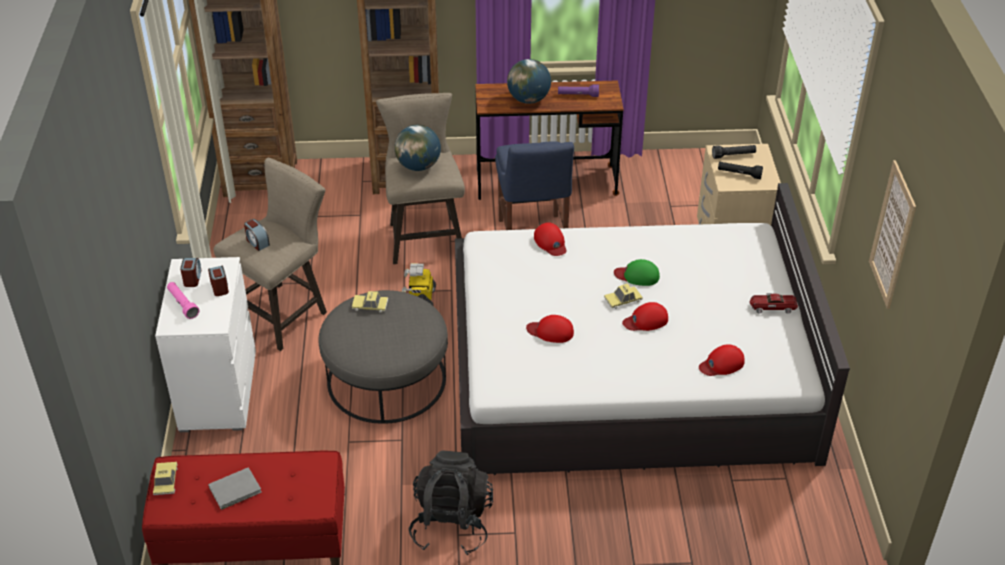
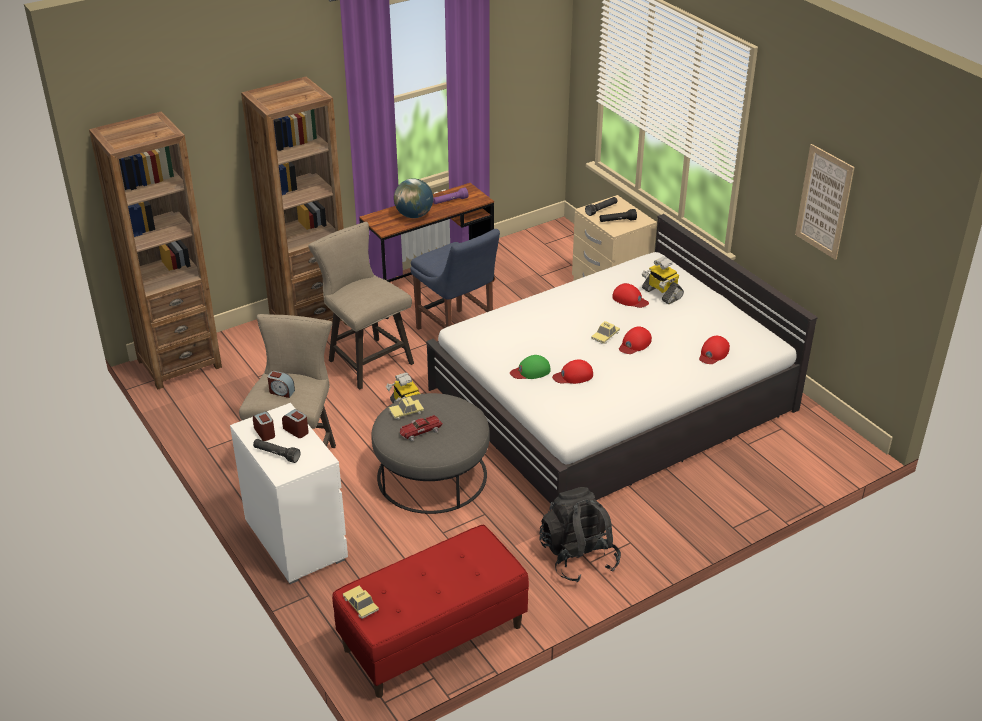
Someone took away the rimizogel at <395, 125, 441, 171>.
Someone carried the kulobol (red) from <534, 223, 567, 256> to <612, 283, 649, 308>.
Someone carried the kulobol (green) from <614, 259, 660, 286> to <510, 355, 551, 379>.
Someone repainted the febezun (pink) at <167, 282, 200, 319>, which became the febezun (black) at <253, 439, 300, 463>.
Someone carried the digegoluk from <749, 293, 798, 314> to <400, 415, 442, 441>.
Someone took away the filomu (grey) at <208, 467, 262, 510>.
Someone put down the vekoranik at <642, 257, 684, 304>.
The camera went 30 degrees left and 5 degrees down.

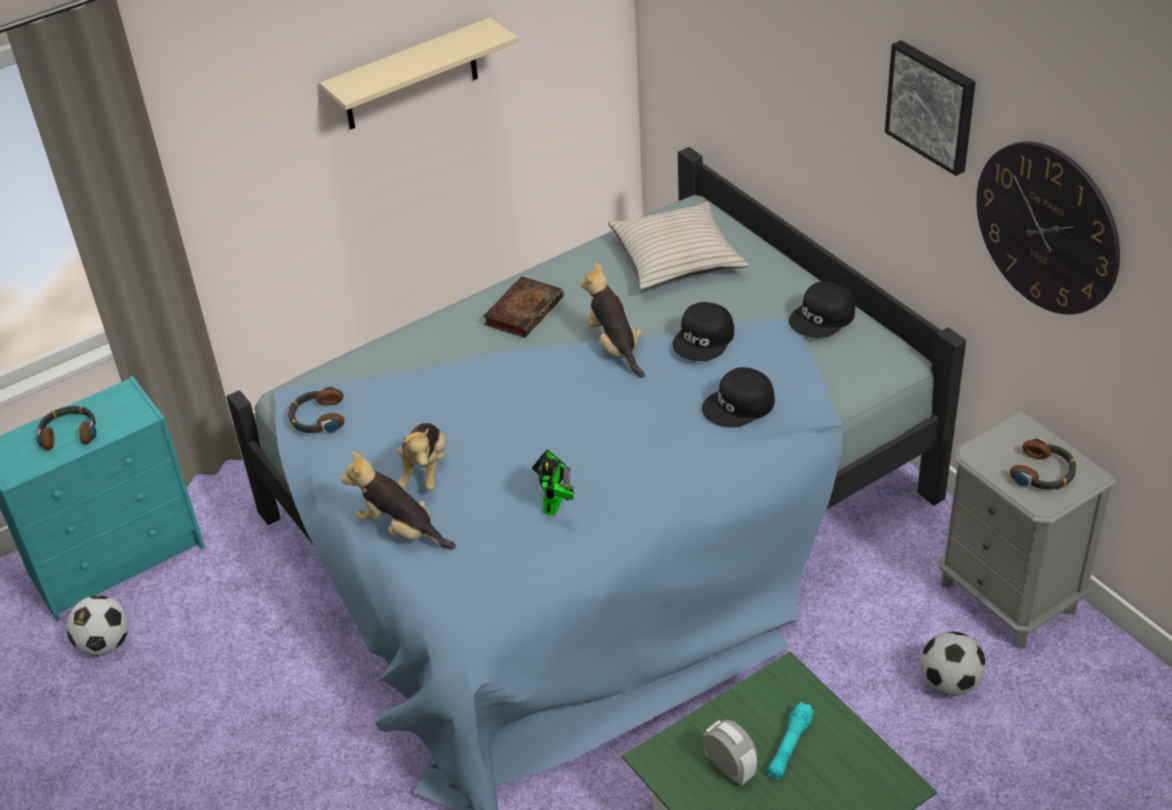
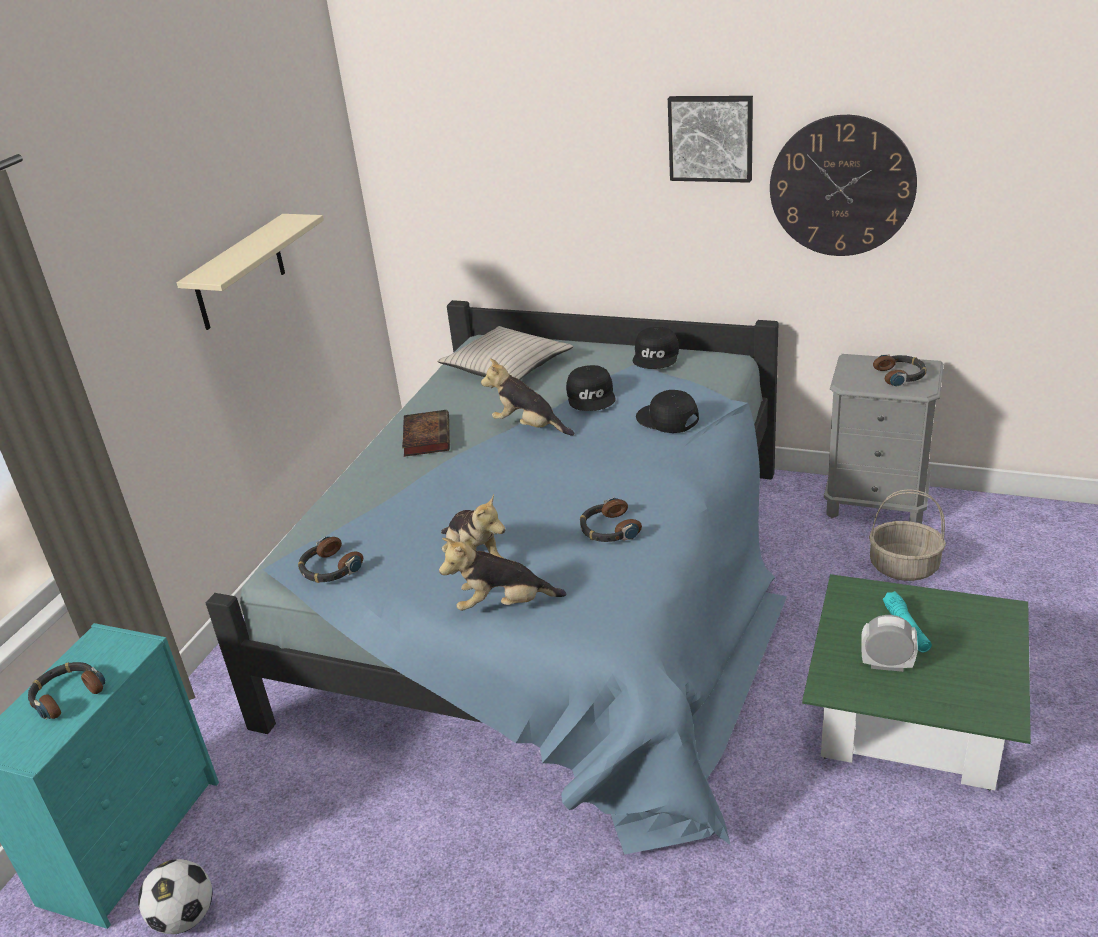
Someone rotated the kulobol (black) at <702, 367, 775, 428> by 105 degrees clockwise.
Someone swapped the vekoranik at <532, 450, 575, 516> for the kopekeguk at <580, 497, 642, 542>.
Someone swapped the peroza at <921, 631, 986, 696> for the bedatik at <869, 489, 946, 581>.
The camera went 35 degrees left and 10 degrees down.

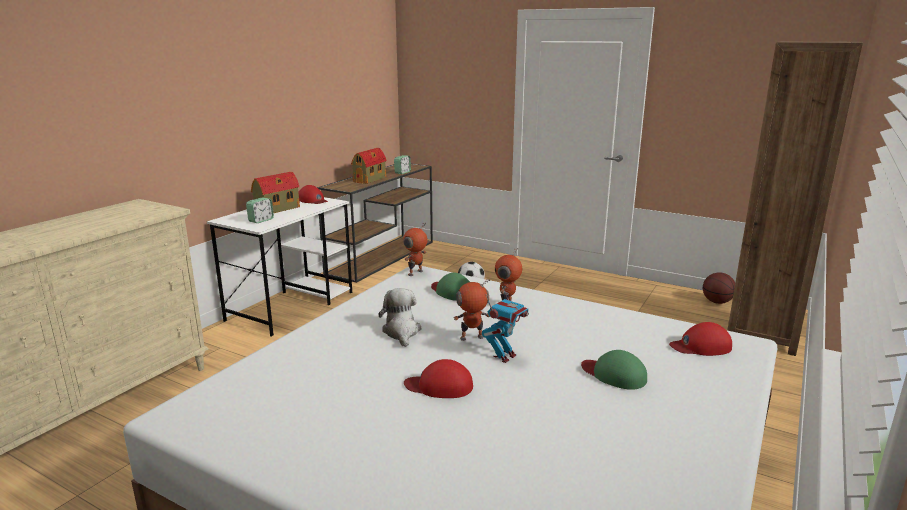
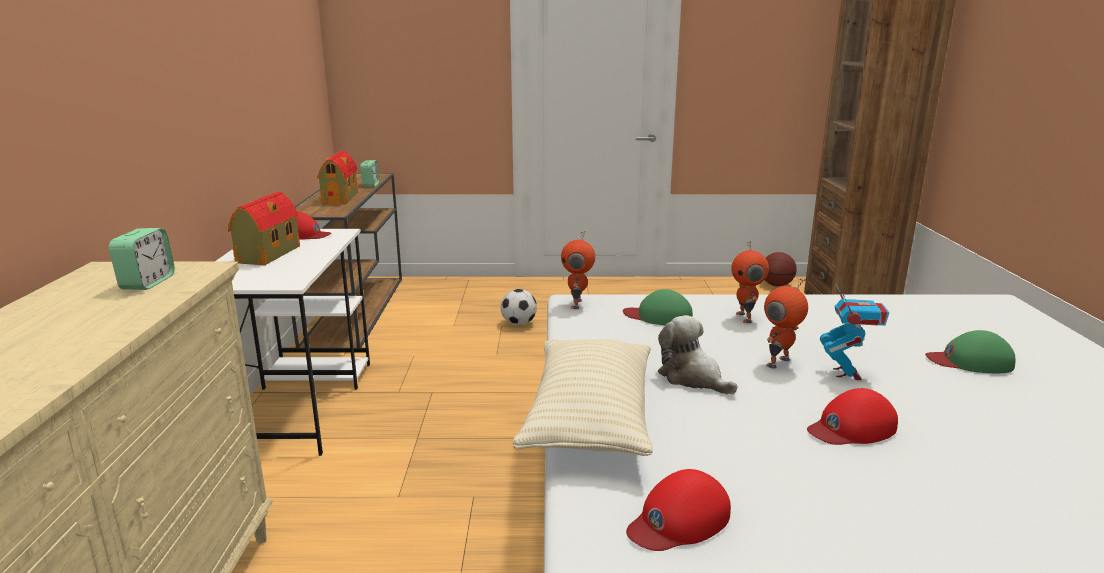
Someone carried the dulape from <246, 197, 274, 223> to <109, 228, 175, 290>.
Someone carried the kulobol (red) from <669, 322, 732, 356> to <626, 469, 731, 551>.
Someone put down the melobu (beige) at <513, 339, 653, 456>.
The camera went 30 degrees left and 0 degrees up.

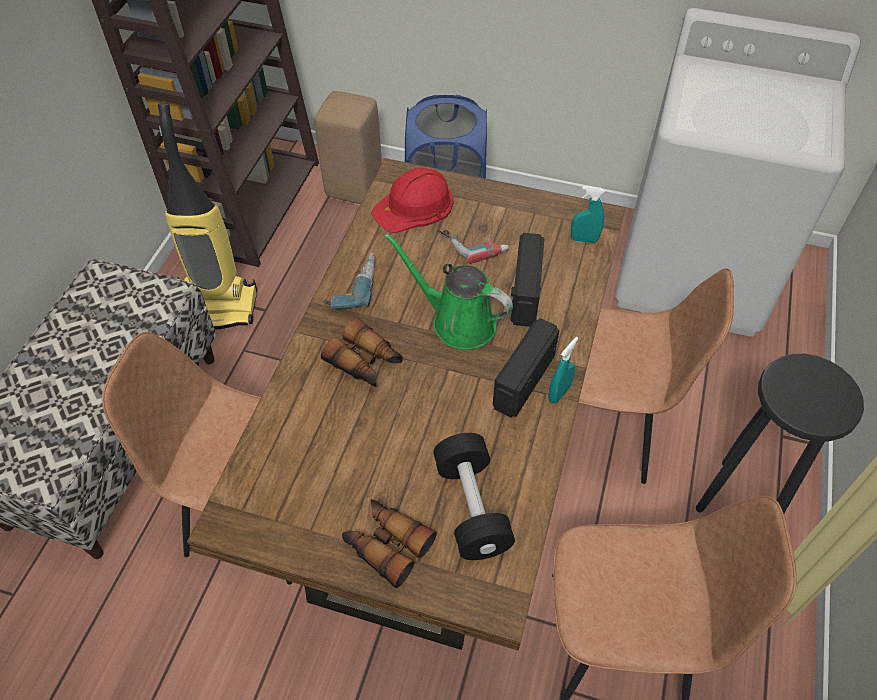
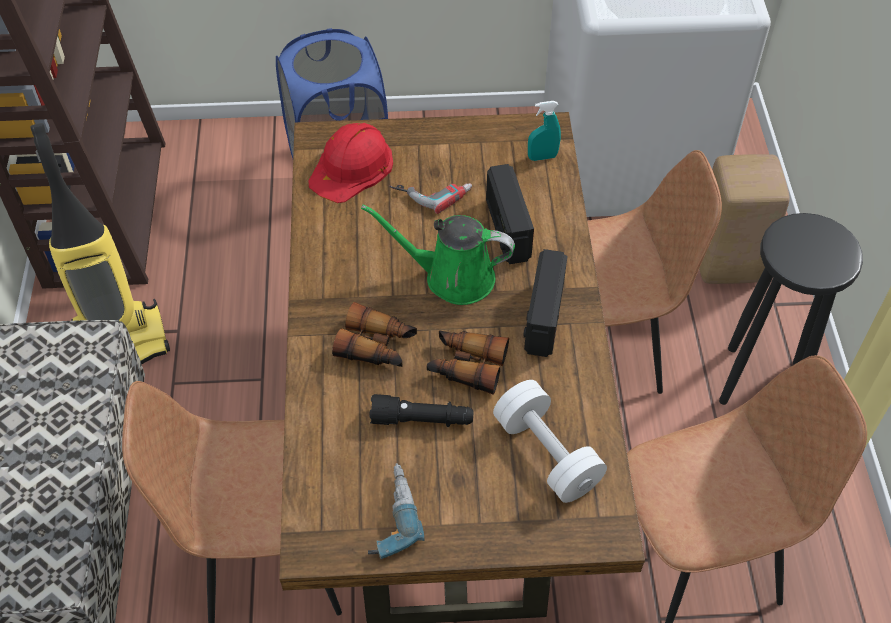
Someone carried the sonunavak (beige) from <315, 91, 382, 204> to <699, 154, 790, 284>.
Someone carried the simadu from <323, 253, 375, 309> to <368, 463, 425, 559>.
Someone took away the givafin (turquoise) at <548, 337, 579, 403>.
Someone repainted the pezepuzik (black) at <433, 433, 515, 560>, which became the pezepuzik (white) at <493, 380, 607, 503>.
Someone carried the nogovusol from <342, 499, 437, 588> to <427, 330, 509, 395>.
Someone put down the febezun (black) at <369, 394, 474, 427>.
The camera went 20 degrees left and 0 degrees up.

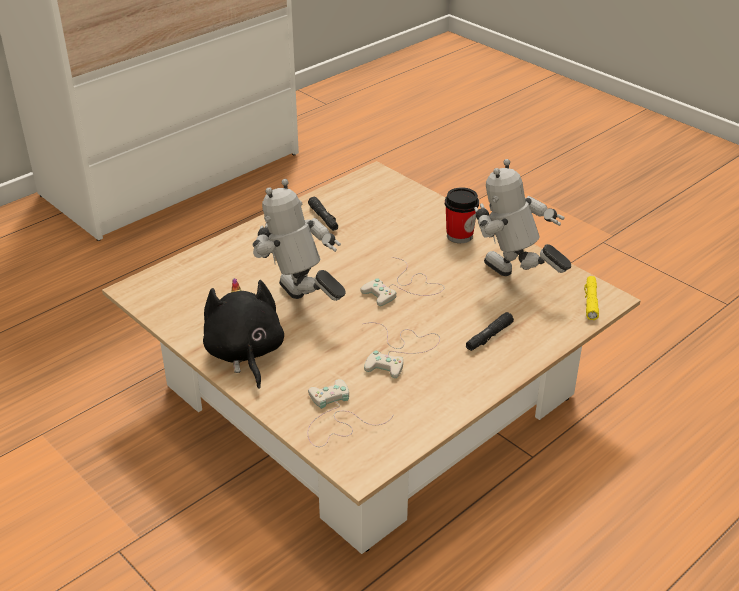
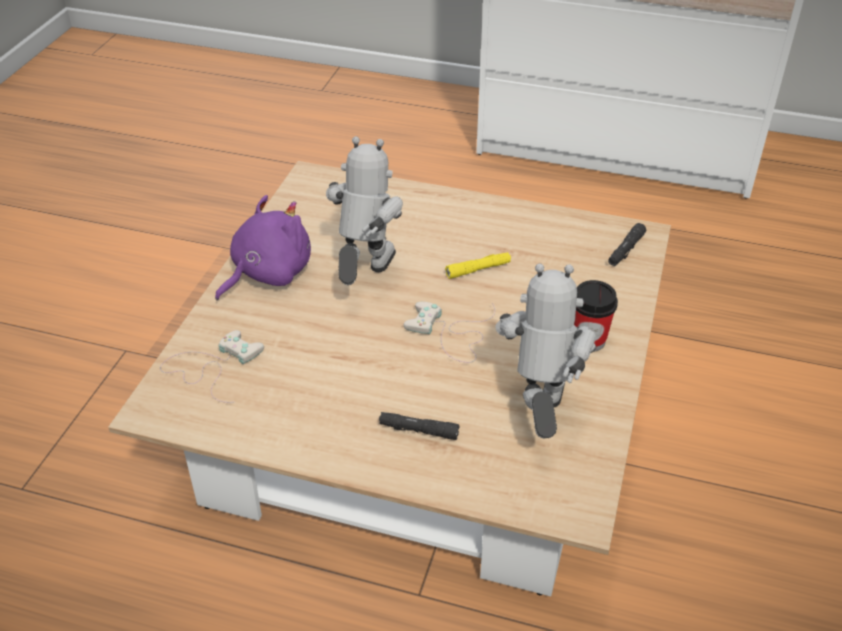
Someone carried the febezun (black) from <308, 197, 338, 231> to <608, 223, 646, 266>.
Someone carried the febezun (yellow) from <584, 276, 599, 320> to <445, 252, 511, 279>.
Someone repainted the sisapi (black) at <203, 278, 284, 389>, which became the sisapi (purple) at <215, 195, 311, 300>.
Someone took away the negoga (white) at <363, 322, 440, 378>.
The camera went 60 degrees right and 5 degrees up.

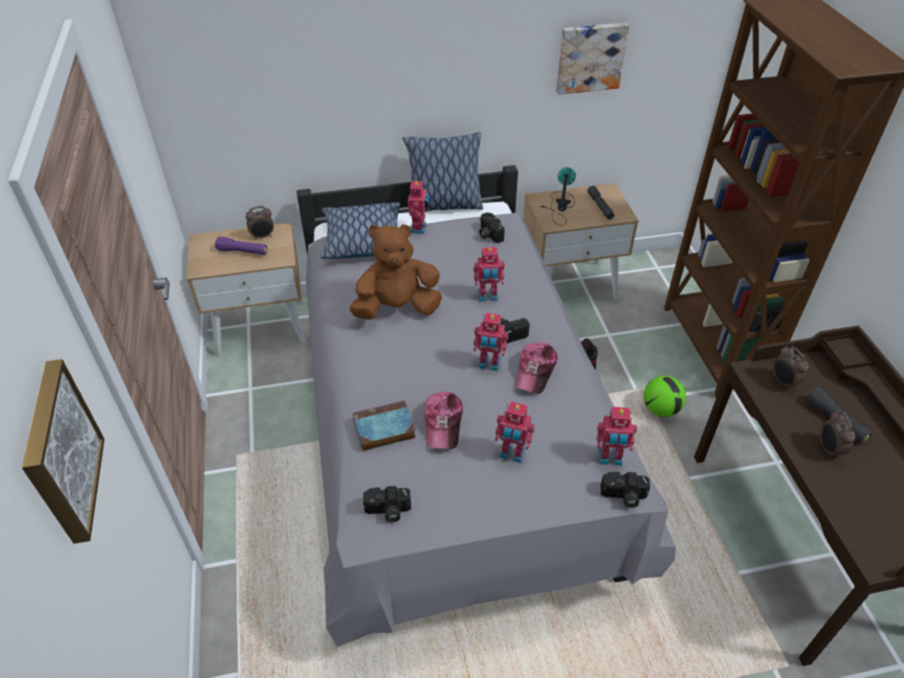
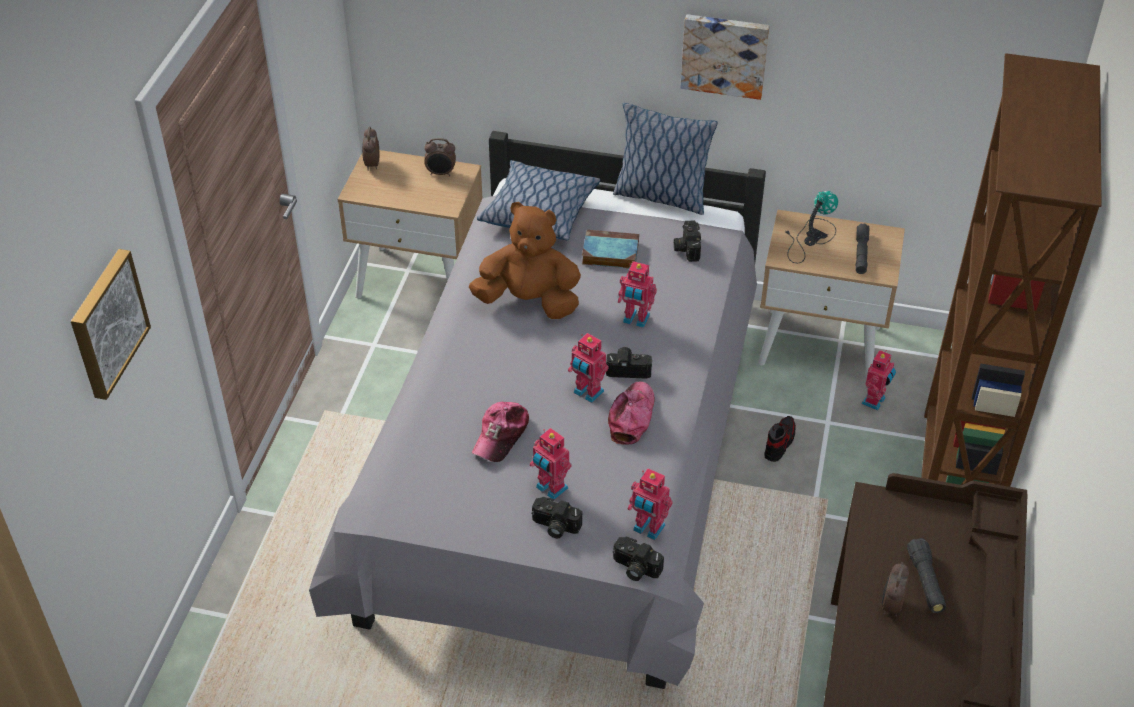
Someone carried the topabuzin from <556, 23, 629, 95> to <680, 14, 770, 100>.
Someone carried the vekoranik from <408, 179, 430, 234> to <861, 350, 896, 411>.
Someone took away the febezun (purple) at <215, 236, 267, 255>.
Someone rotated the kulobol at <515, 343, 557, 394> by 150 degrees clockwise.
Someone carried the dulape from <772, 346, 809, 390> to <362, 127, 379, 171>.
Someone took away the peroza at <644, 376, 686, 417>.
Someone carried the filomu from <353, 401, 416, 451> to <582, 230, 639, 268>.
Someone carried the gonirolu from <363, 486, 411, 522> to <532, 497, 582, 538>.
The camera went 25 degrees right and 0 degrees up.

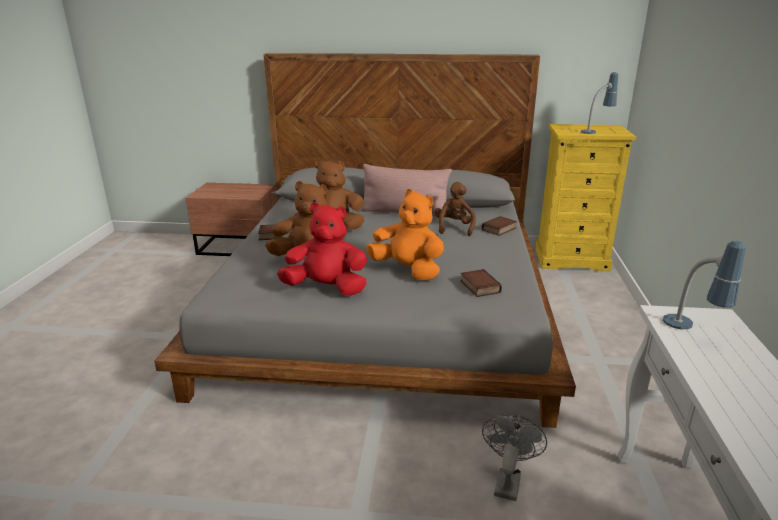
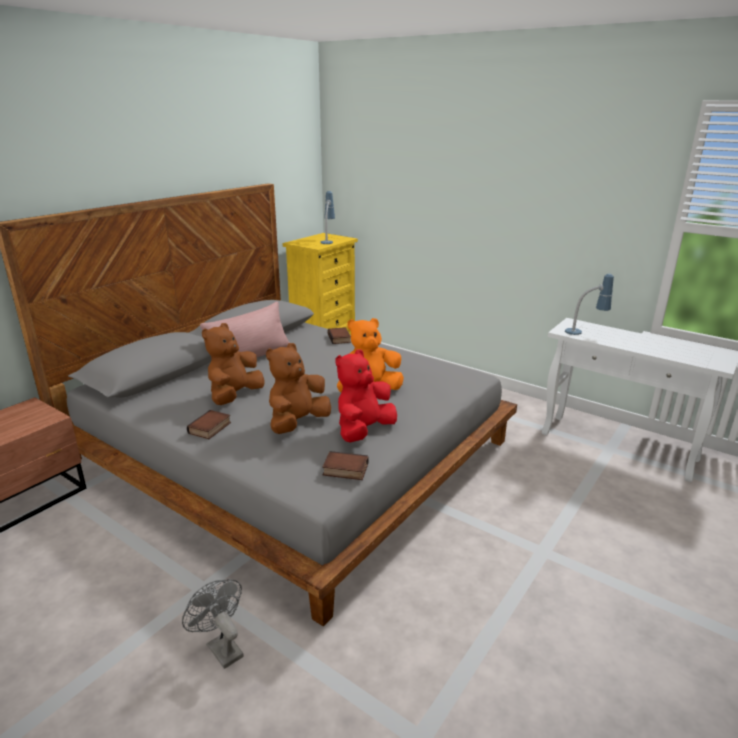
Someone took away the sisapi (brown) at <435, 182, 476, 236>.
Someone carried the filomu from <460, 269, 502, 297> to <322, 451, 369, 480>.
Someone carried the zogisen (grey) from <482, 414, 547, 501> to <182, 579, 244, 669>.
The camera went 60 degrees left and 0 degrees up.

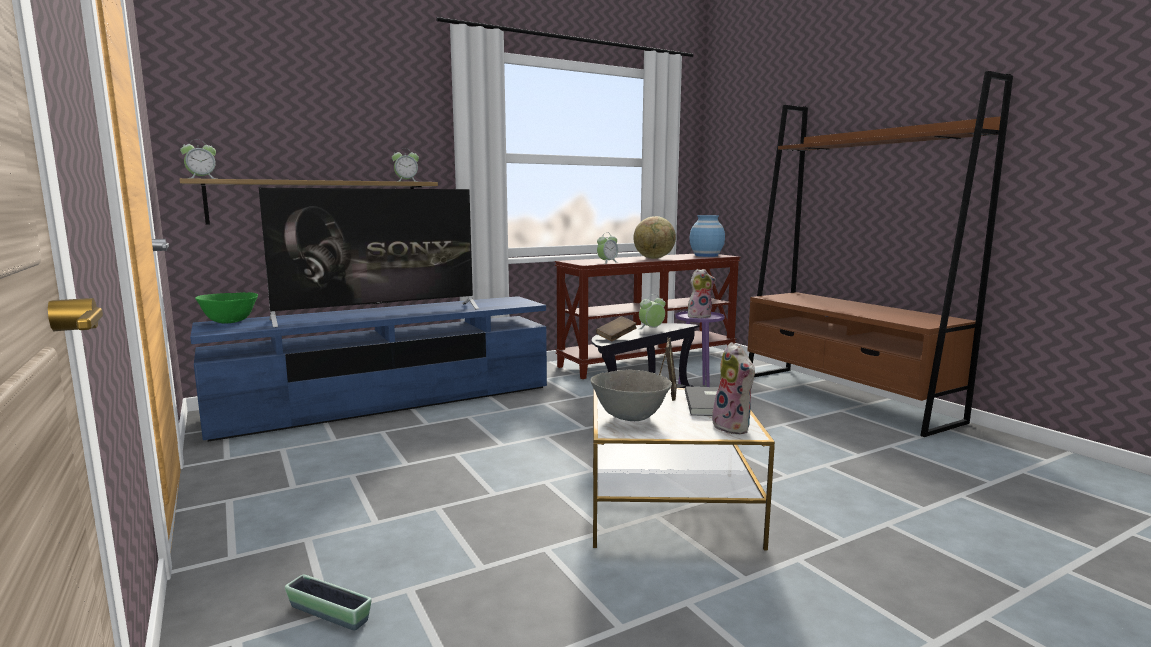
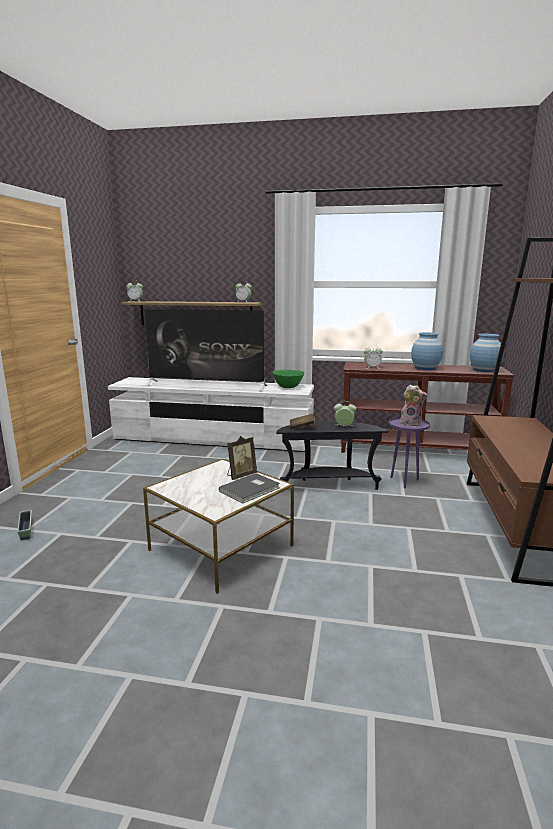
Someone swapped the rimizogel at <633, 216, 676, 259> for the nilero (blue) at <411, 332, 443, 370>.
Someone carried the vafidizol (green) from <195, 292, 258, 323> to <272, 370, 304, 388>.
Someone repainted the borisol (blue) at <190, 296, 547, 441>, which became the borisol (white) at <108, 377, 314, 452>.
Someone took away the sisapi at <712, 342, 755, 434>.
Someone took away the vafidizol (grey) at <590, 369, 672, 421>.
The camera went 40 degrees right and 5 degrees up.

